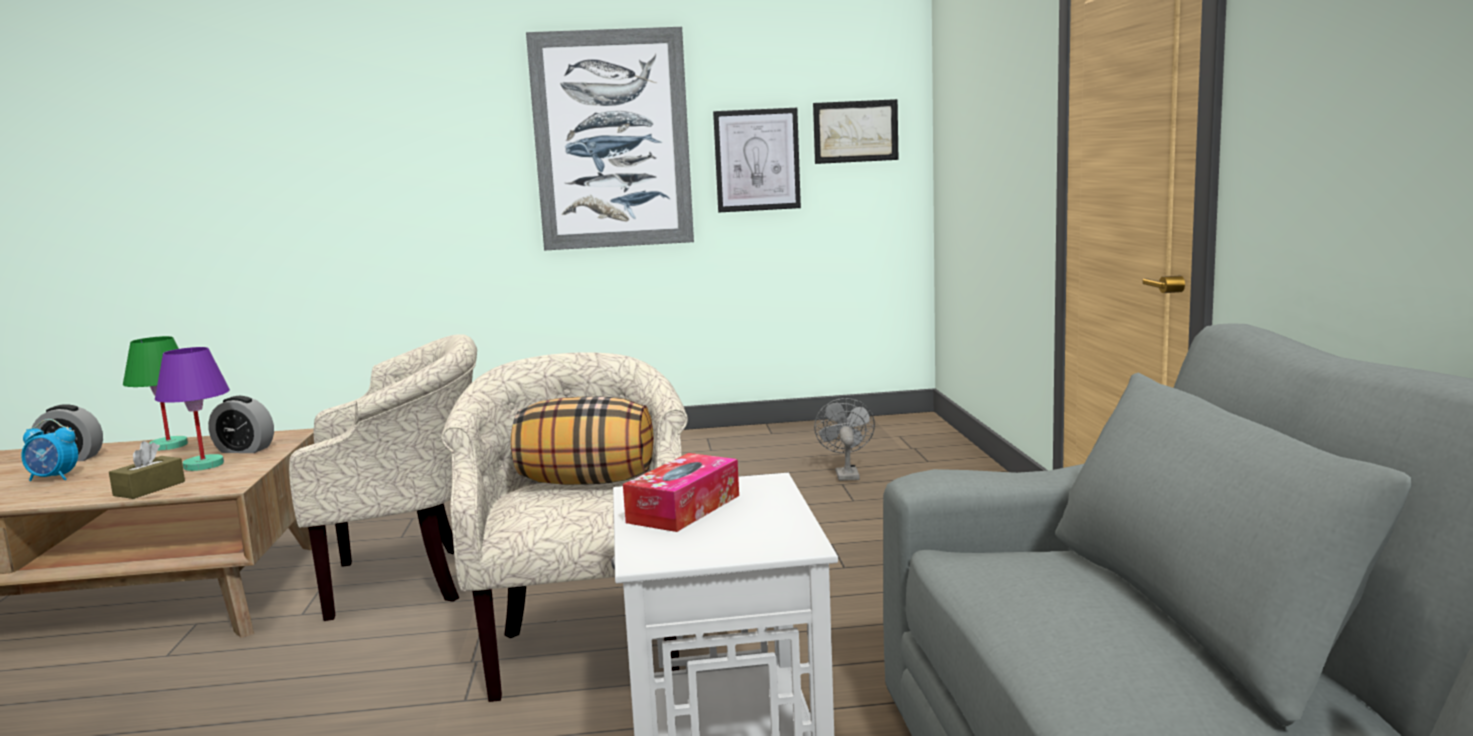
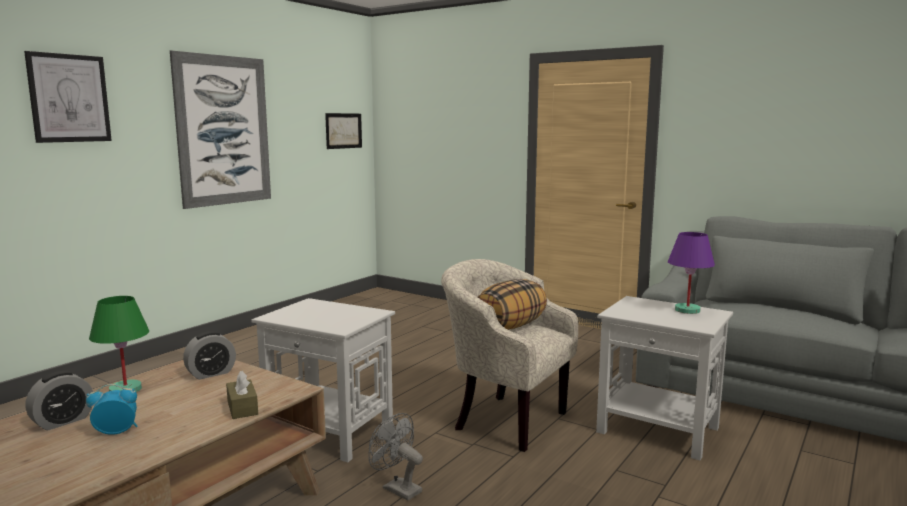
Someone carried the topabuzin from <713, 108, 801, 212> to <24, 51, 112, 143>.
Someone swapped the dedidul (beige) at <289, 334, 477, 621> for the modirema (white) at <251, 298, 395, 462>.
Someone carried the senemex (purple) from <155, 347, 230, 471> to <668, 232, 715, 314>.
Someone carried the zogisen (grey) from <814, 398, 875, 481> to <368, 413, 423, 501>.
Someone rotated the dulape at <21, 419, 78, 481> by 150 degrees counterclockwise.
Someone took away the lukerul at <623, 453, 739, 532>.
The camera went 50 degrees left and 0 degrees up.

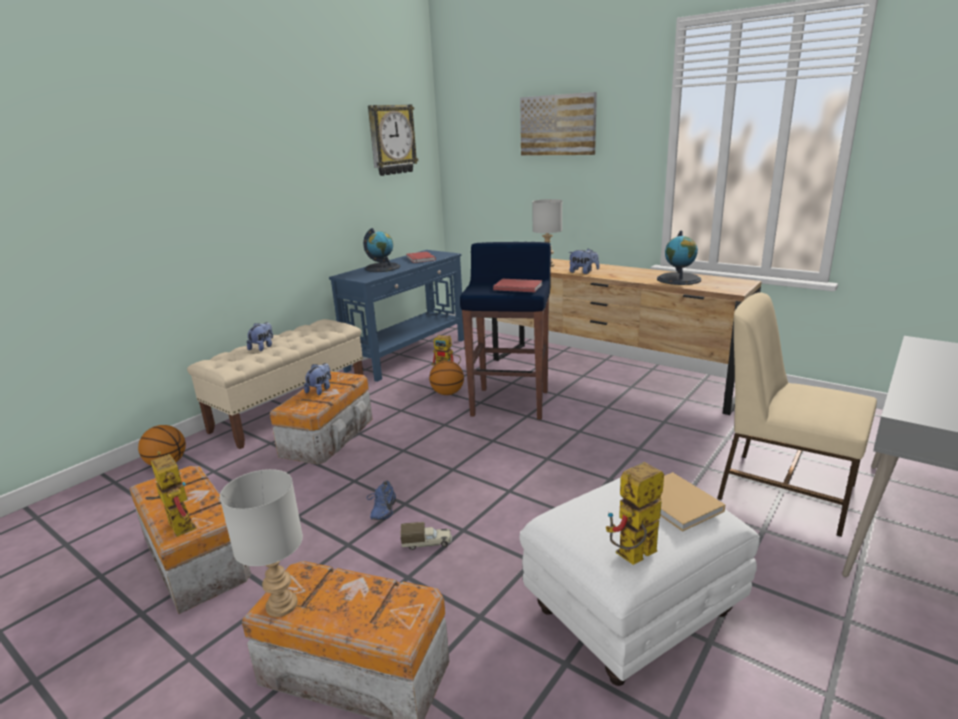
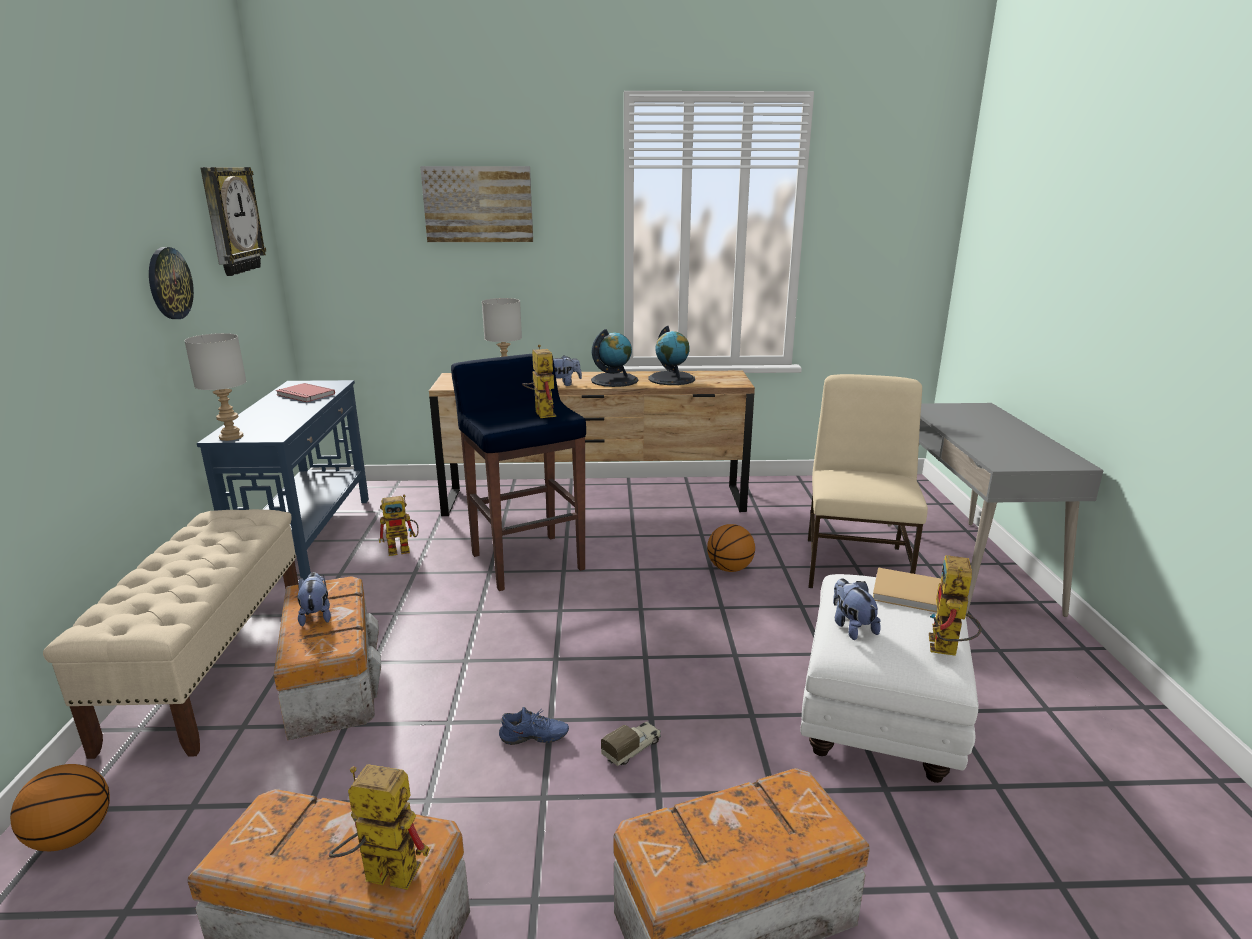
Someone carried the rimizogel from <363, 228, 401, 272> to <591, 329, 638, 387>.
Someone swapped the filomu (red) at <493, 279, 543, 292> for the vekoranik at <522, 345, 556, 418>.
Someone rotated the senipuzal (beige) at <717, 292, 877, 537> by 105 degrees clockwise.
Someone carried the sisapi from <247, 322, 273, 351> to <833, 578, 881, 640>.
Someone carried the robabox from <429, 361, 464, 395> to <707, 524, 755, 572>.
Someone carried the senemex (grey) from <220, 469, 303, 617> to <184, 333, 246, 441>.
Someone rotated the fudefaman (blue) at <367, 481, 396, 520> by 60 degrees counterclockwise.
Someone put up the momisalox at <149, 247, 194, 319>.
The camera went 40 degrees left and 0 degrees up.

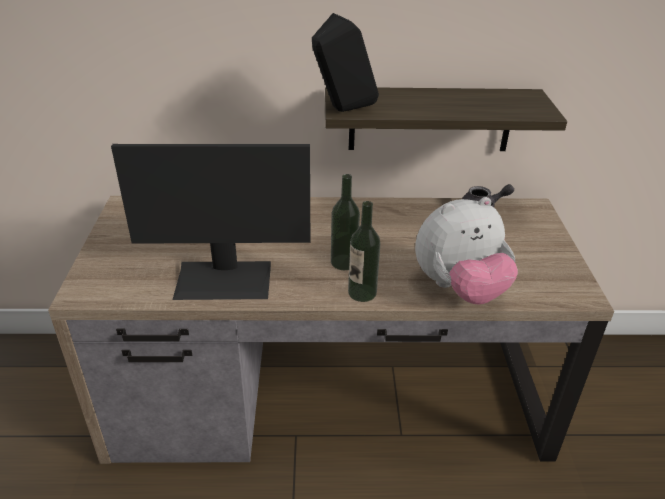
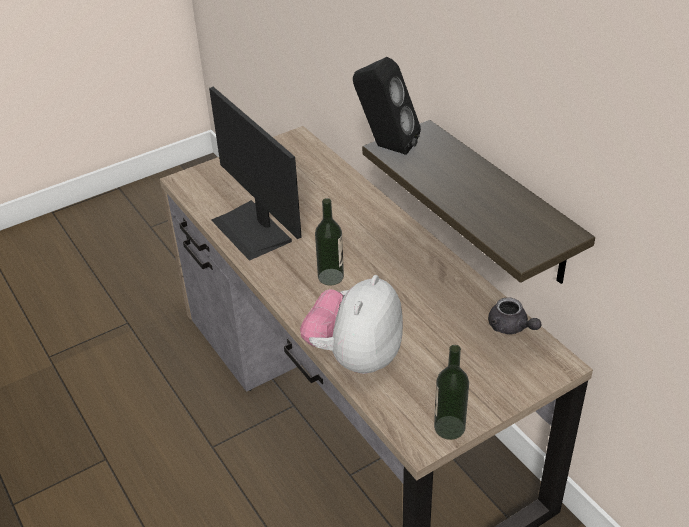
Someone rotated the sisapi at <415, 197, 518, 305> by 75 degrees clockwise.
Someone carried the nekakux from <348, 201, 381, 302> to <434, 345, 469, 440>.
The camera went 60 degrees right and 5 degrees up.

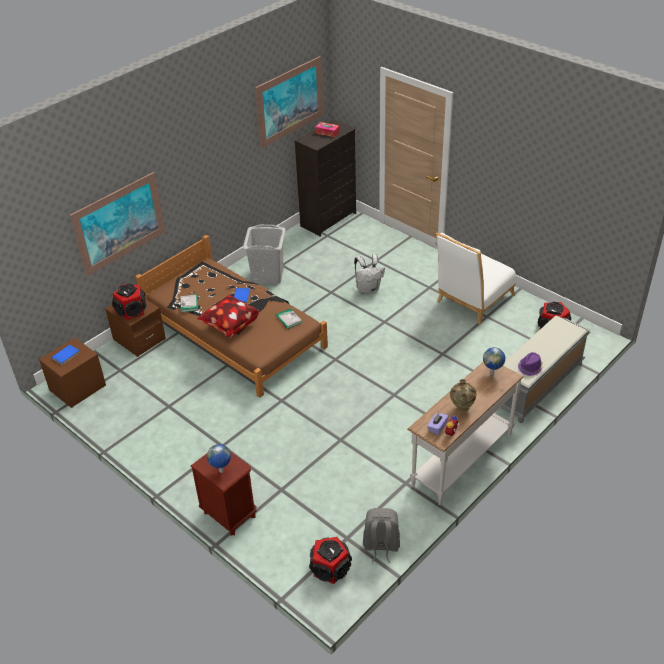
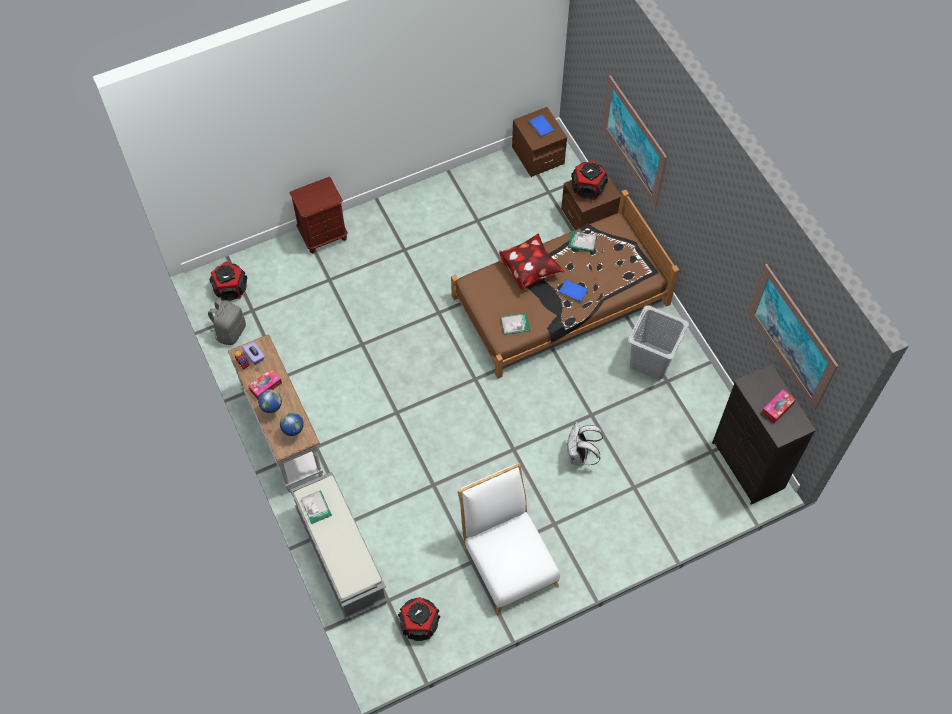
Someone swapped the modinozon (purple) at <518, 352, 543, 376> for the filomu at <301, 490, 332, 524>.
Someone swapped the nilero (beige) at <450, 379, 477, 412> for the lukerul at <248, 368, 282, 399>.
Someone carried the rimizogel from <207, 444, 231, 473> to <258, 390, 282, 413>.
The camera went 110 degrees right and 20 degrees up.

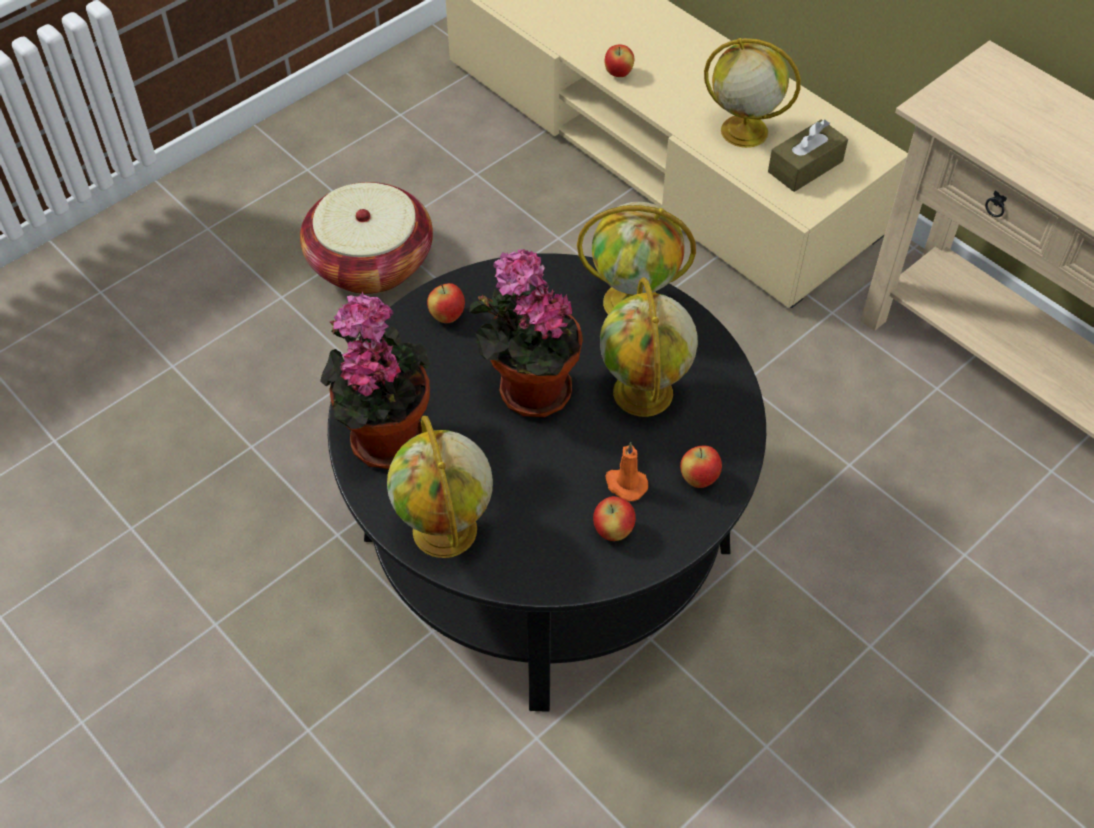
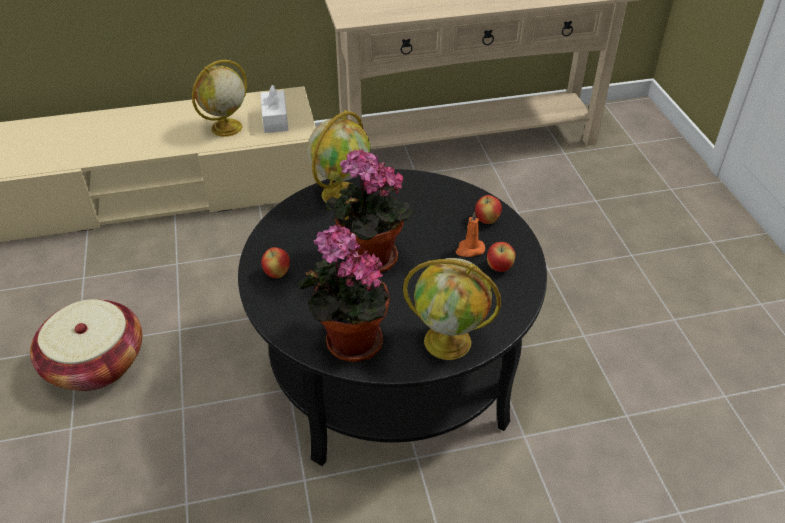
Someone took away the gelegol at <605, 45, 634, 77>.
Someone repainted the lukerul (brown) at <768, 119, 848, 192>, which became the lukerul (white) at <261, 85, 288, 133>.
Someone took away the rimizogel at <600, 278, 698, 417>.
The camera went 60 degrees left and 10 degrees down.

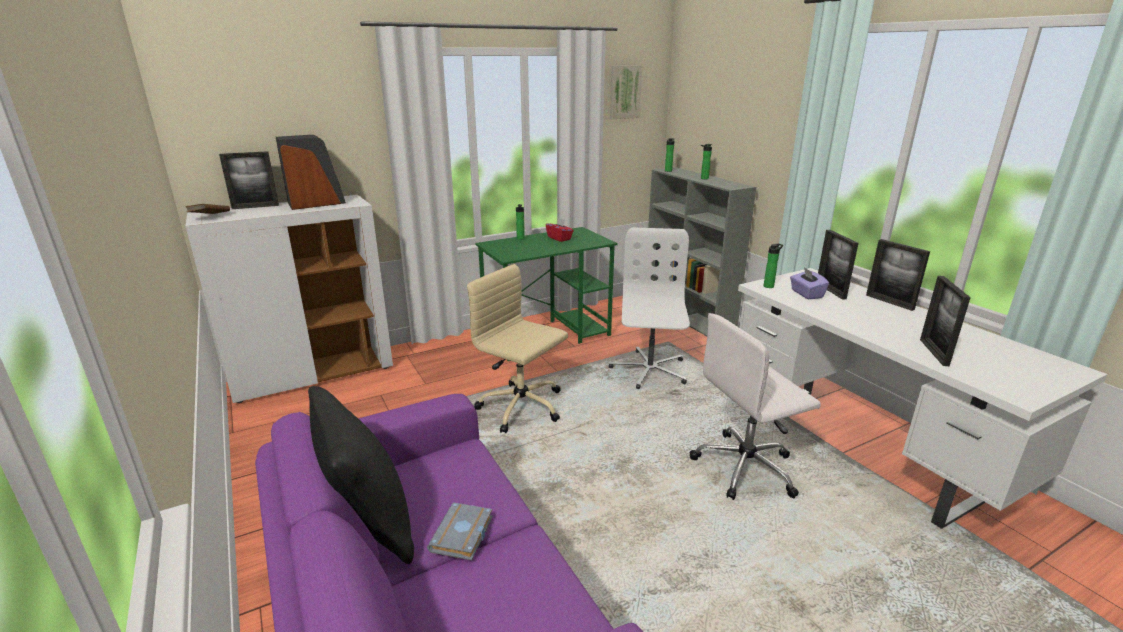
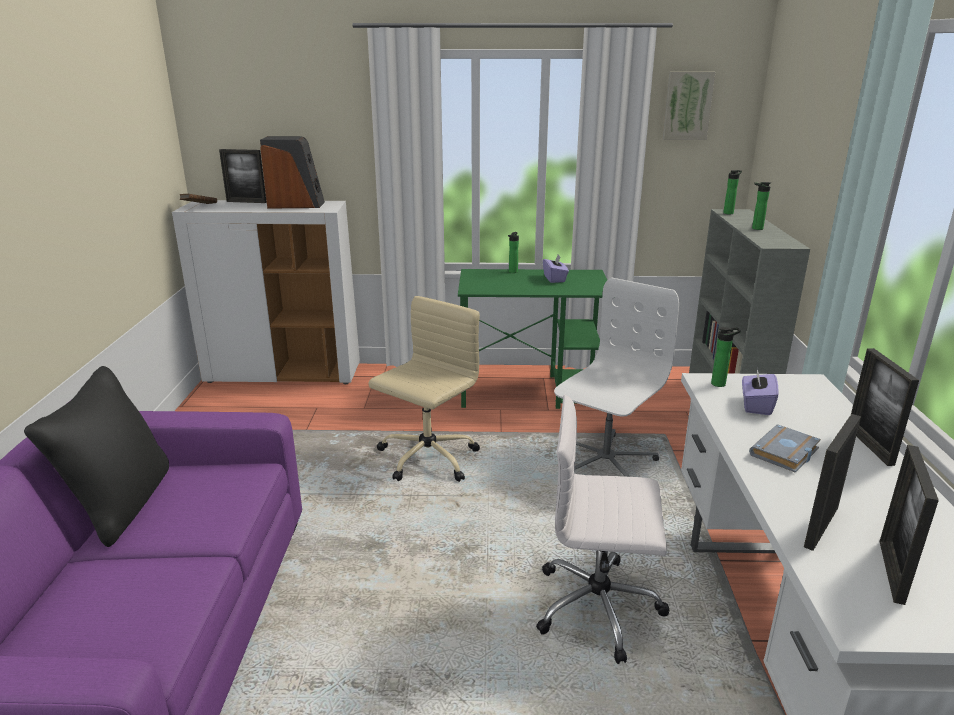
Someone repainted the lukerul (red) at <546, 218, 574, 242>, which became the lukerul (purple) at <543, 255, 569, 283>.
Someone carried the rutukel from <818, 230, 859, 300> to <880, 445, 939, 605>.
Someone rotated the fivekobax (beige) at <467, 264, 568, 433> by 60 degrees clockwise.
Someone carried the filomu (grey) from <427, 502, 493, 560> to <749, 424, 821, 473>.
The camera went 30 degrees right and 0 degrees up.

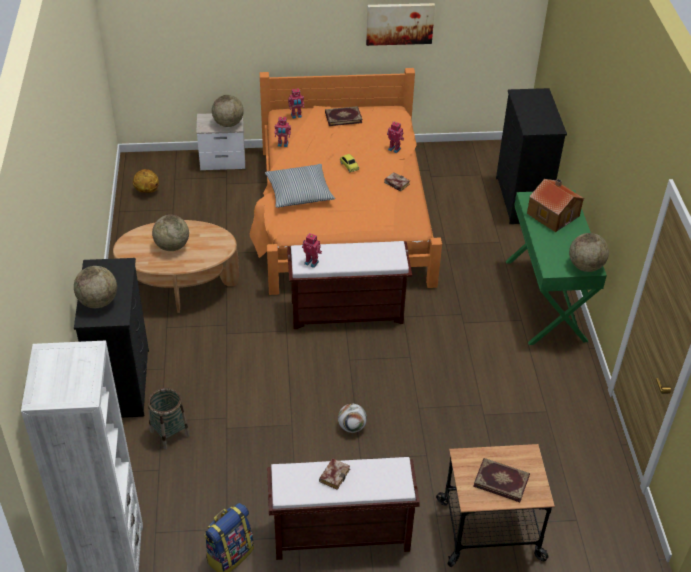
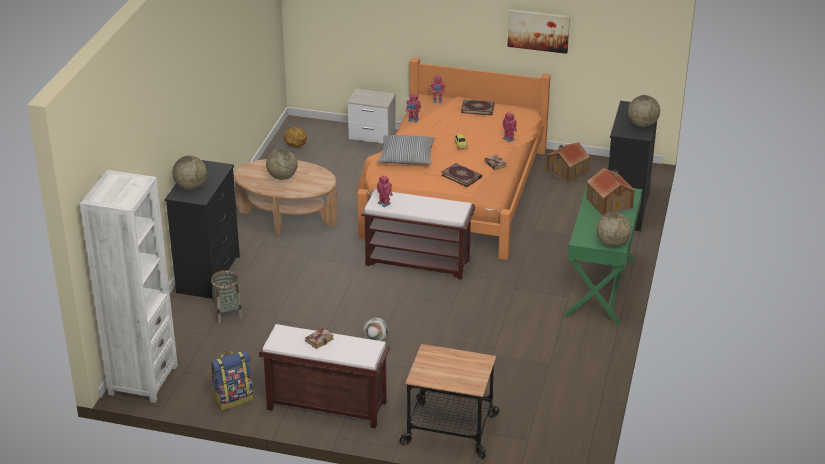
Someone carried the rimizogel from <212, 95, 244, 127> to <628, 95, 660, 127>.
Someone carried the filomu from <473, 458, 530, 502> to <441, 163, 482, 187>.
Someone put down the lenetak at <546, 142, 590, 183>.
The camera went 20 degrees right and 10 degrees down.

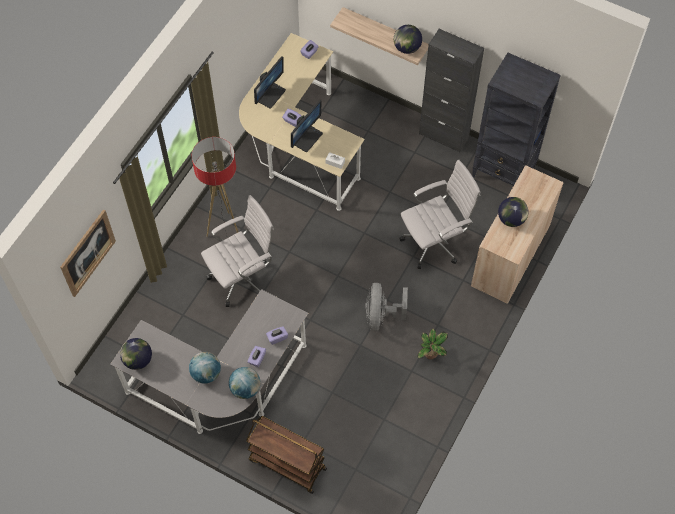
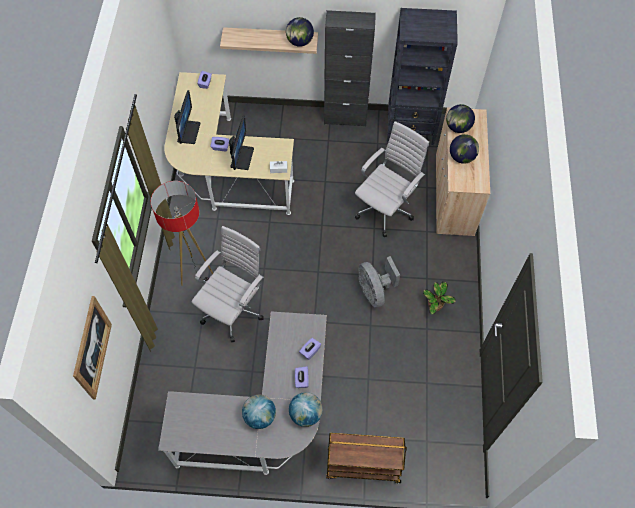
Someone carried the rimizogel from <120, 338, 152, 370> to <446, 104, 475, 133>.
The camera went 25 degrees left and 0 degrees up.

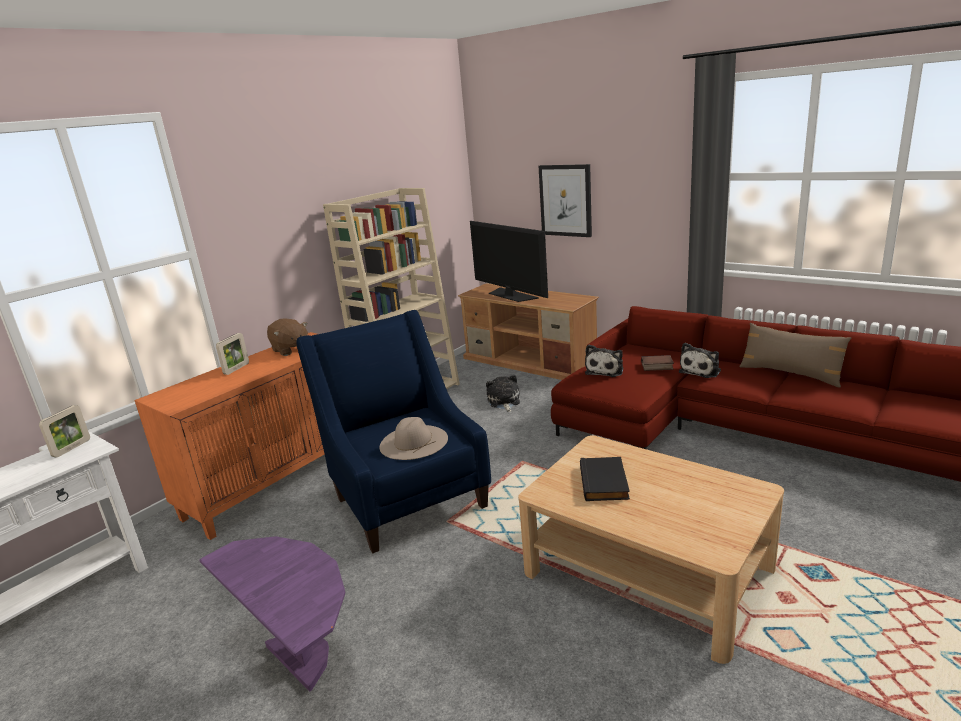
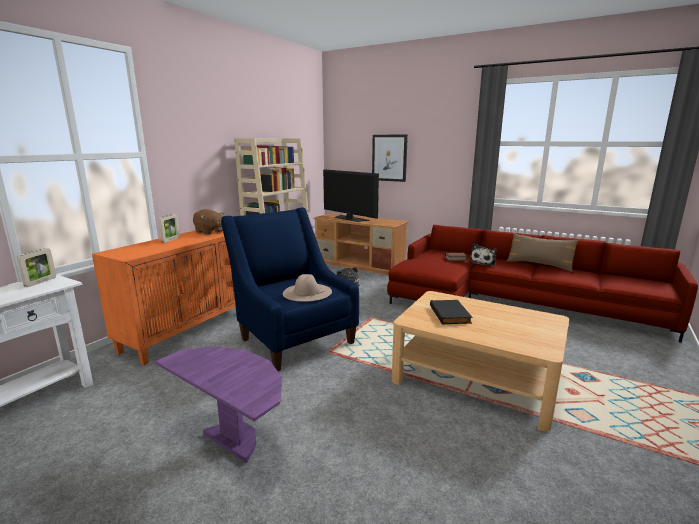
Someone took away the sisapi at <585, 345, 623, 377>.
The camera went 10 degrees left and 5 degrees down.

